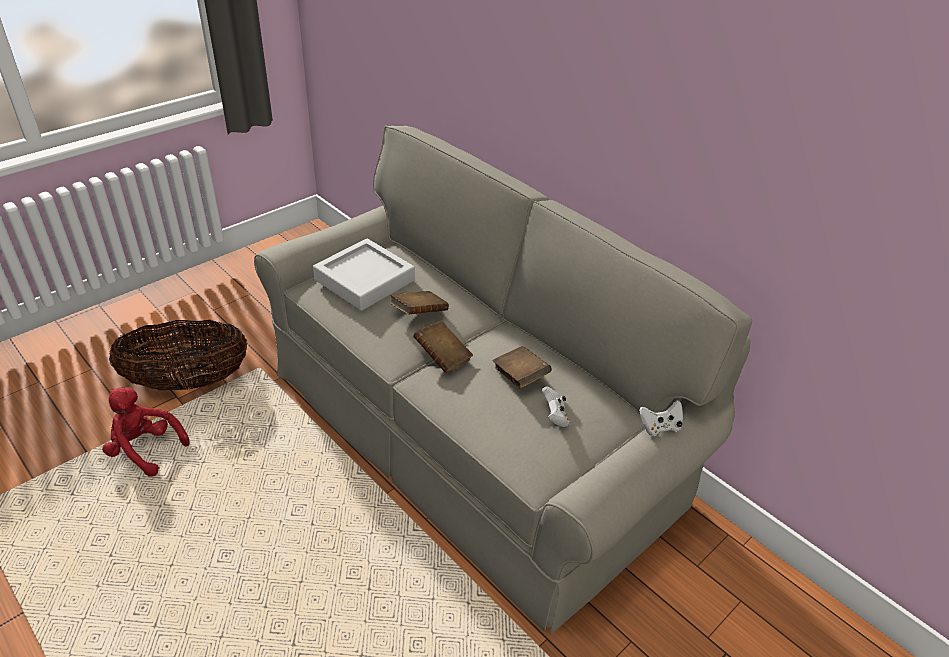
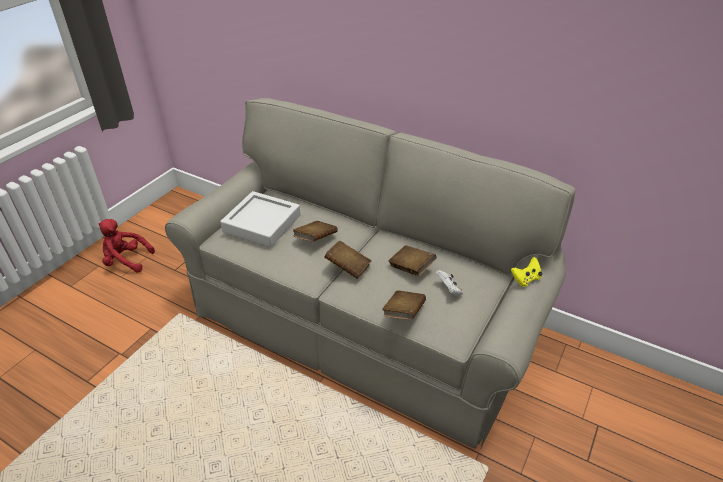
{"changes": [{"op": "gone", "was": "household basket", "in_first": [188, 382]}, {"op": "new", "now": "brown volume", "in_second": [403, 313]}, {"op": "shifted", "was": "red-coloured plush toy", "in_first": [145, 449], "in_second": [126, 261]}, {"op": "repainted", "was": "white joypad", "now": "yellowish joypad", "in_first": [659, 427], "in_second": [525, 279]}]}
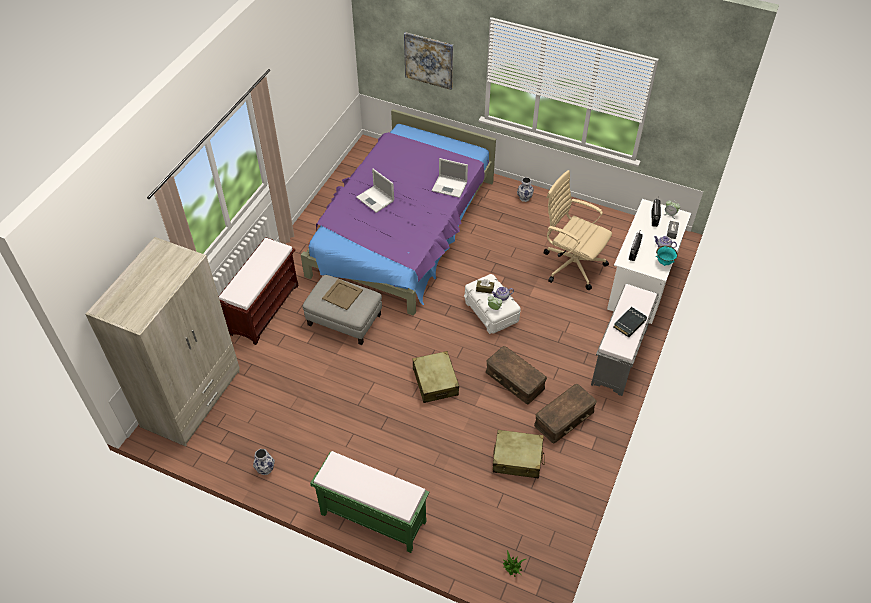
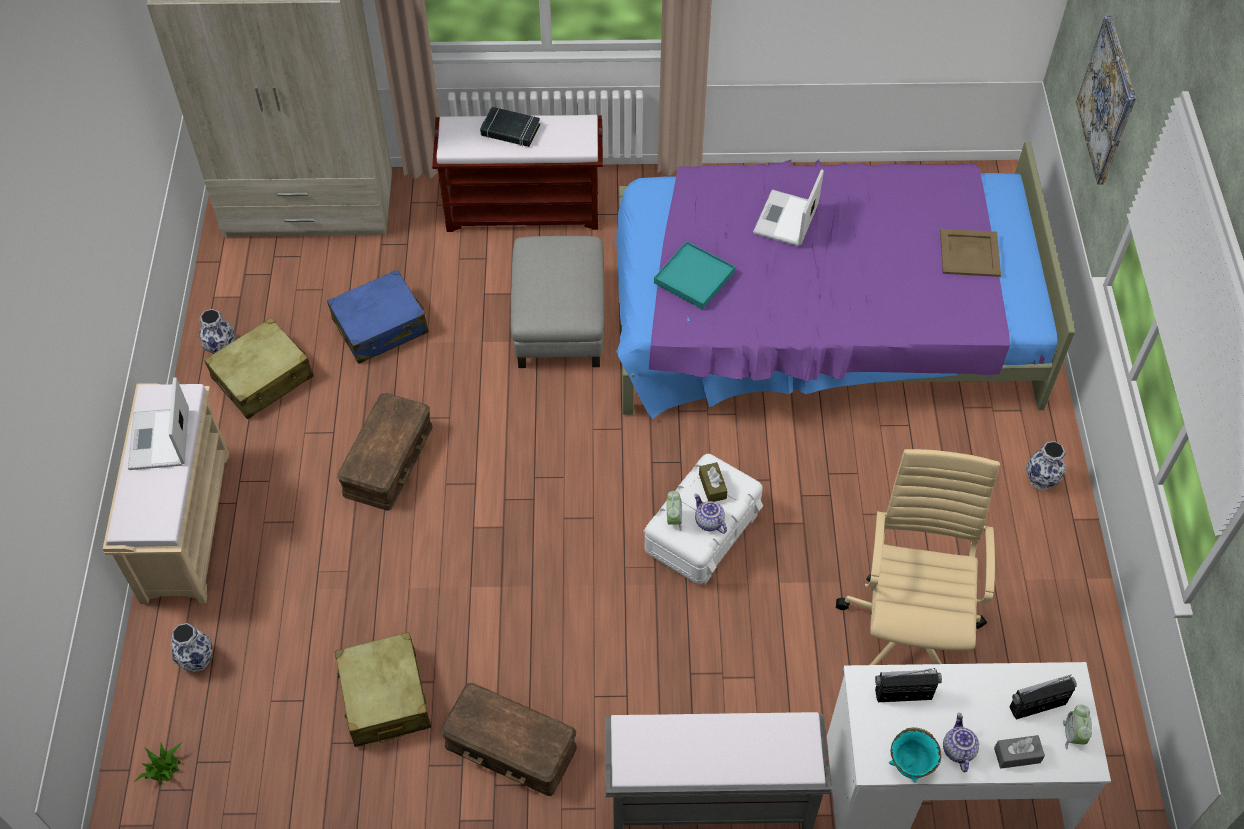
{"changes": [{"op": "new", "now": "vase", "in_second": [197, 659]}, {"op": "new", "now": "bluish travel case", "in_second": [380, 326]}, {"op": "new", "now": "blue-green serving tray", "in_second": [694, 277]}, {"op": "shifted", "was": "beige-coloured serving tray", "in_first": [342, 295], "in_second": [969, 253]}, {"op": "shifted", "was": "beige-coloured travel case", "in_first": [435, 381], "in_second": [263, 378]}, {"op": "shifted", "was": "laptop", "in_first": [450, 186], "in_second": [160, 440]}, {"op": "shifted", "was": "brown storage container", "in_first": [514, 380], "in_second": [387, 460]}, {"op": "shifted", "was": "black volume", "in_first": [630, 324], "in_second": [510, 130]}, {"op": "repainted", "was": "green-coloured bench", "now": "beige-coloured bench", "in_first": [372, 518], "in_second": [185, 524]}]}
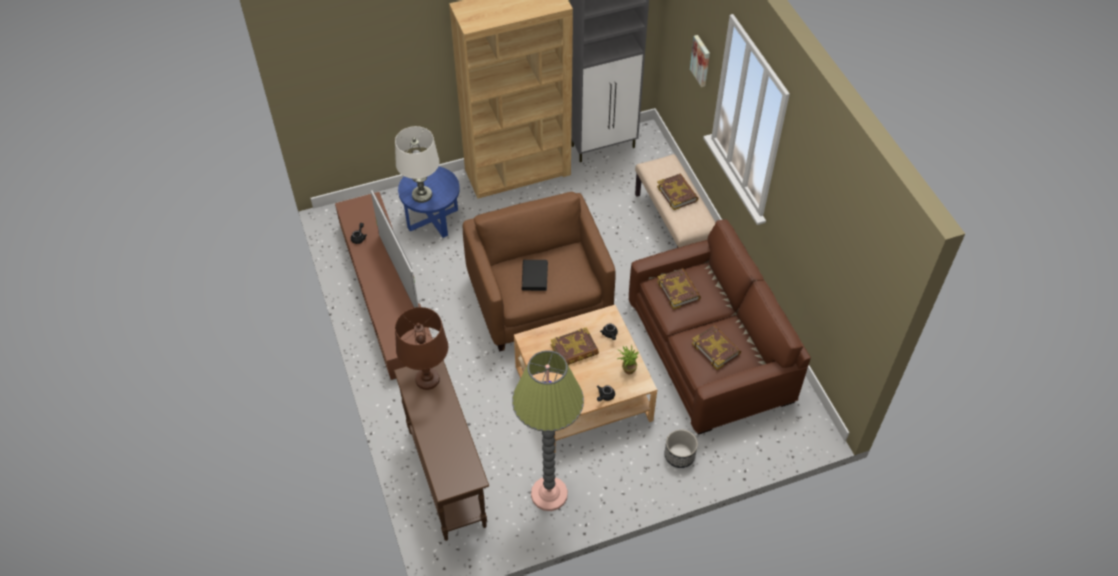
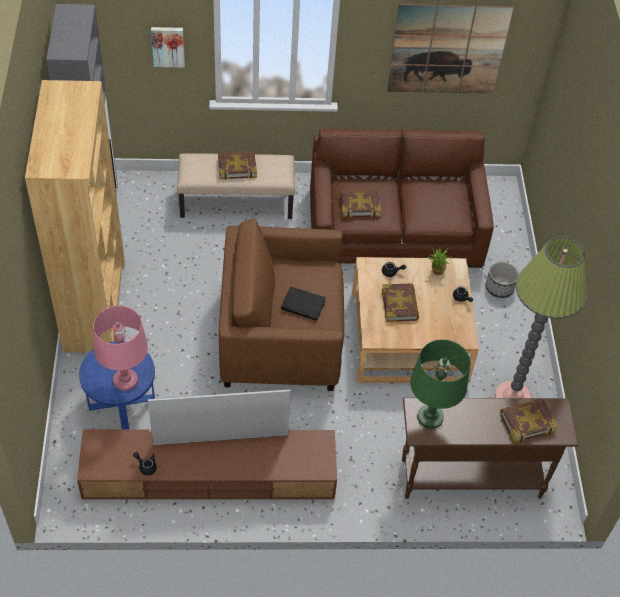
{"changes": [{"op": "new", "now": "wall art", "in_second": [447, 49]}, {"op": "shifted", "was": "volume", "in_first": [716, 349], "in_second": [527, 422]}, {"op": "repainted", "was": "white lamp for a table", "now": "pinkish lamp for a table", "in_first": [422, 195], "in_second": [125, 380]}, {"op": "repainted", "was": "brown lamp for a table", "now": "green-coloured lamp for a table", "in_first": [427, 379], "in_second": [430, 417]}]}
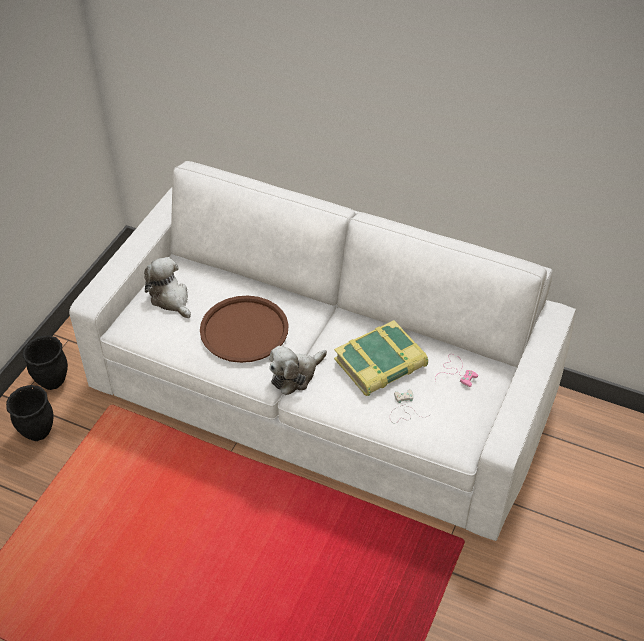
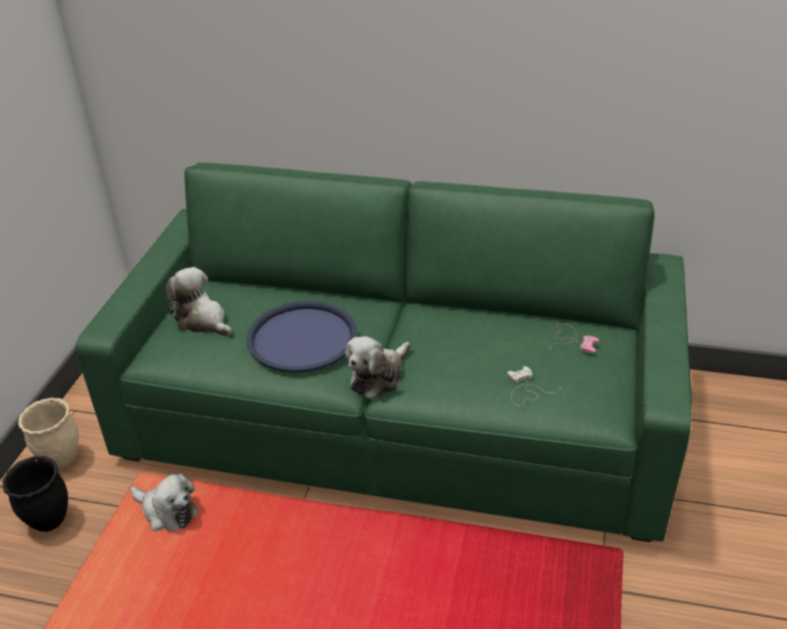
{"changes": [{"op": "gone", "was": "volume", "in_first": [381, 364]}, {"op": "new", "now": "plush toy", "in_second": [167, 512]}, {"op": "repainted", "was": "black planter", "now": "beige-coloured planter", "in_first": [52, 381], "in_second": [60, 458]}, {"op": "repainted", "was": "white sofa", "now": "green-coloured sofa", "in_first": [322, 392], "in_second": [398, 416]}, {"op": "repainted", "was": "brown serving tray", "now": "bluish serving tray", "in_first": [244, 330], "in_second": [302, 337]}]}
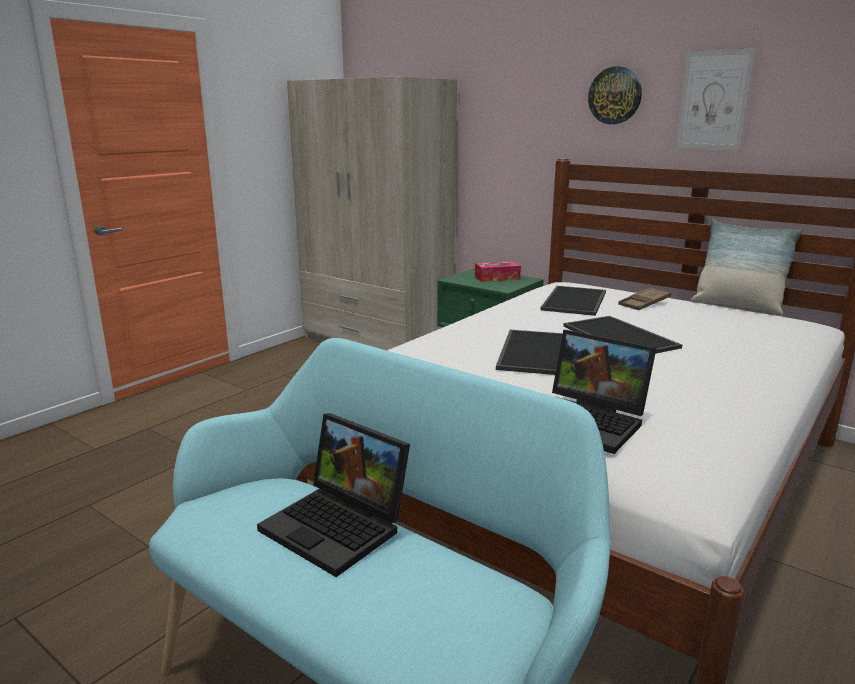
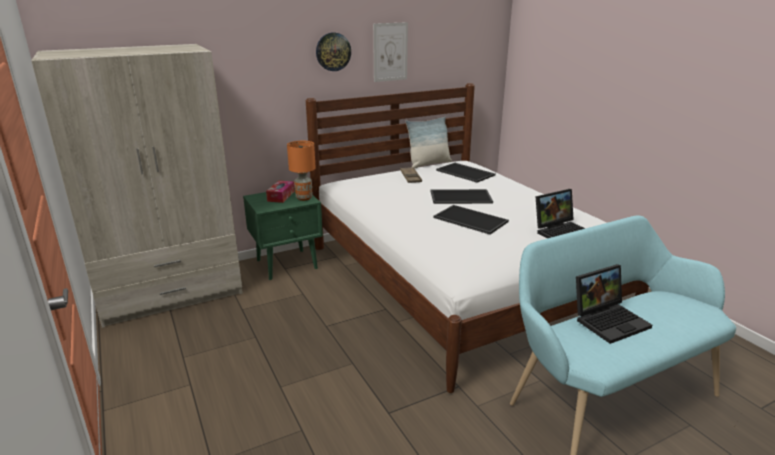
{"changes": [{"op": "new", "now": "orange-coloured lamp for a table", "in_second": [304, 198]}, {"op": "shifted", "was": "serving tray", "in_first": [575, 301], "in_second": [466, 172]}]}
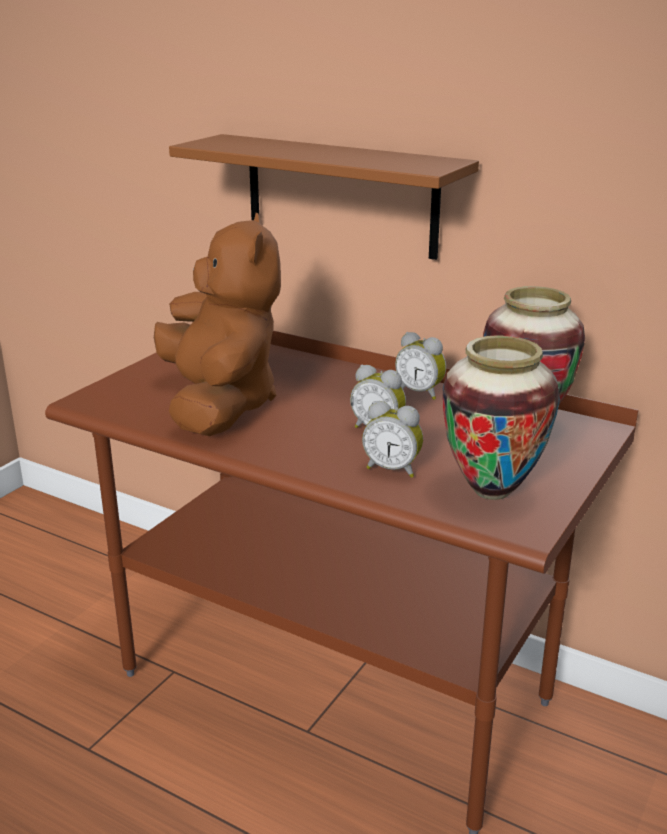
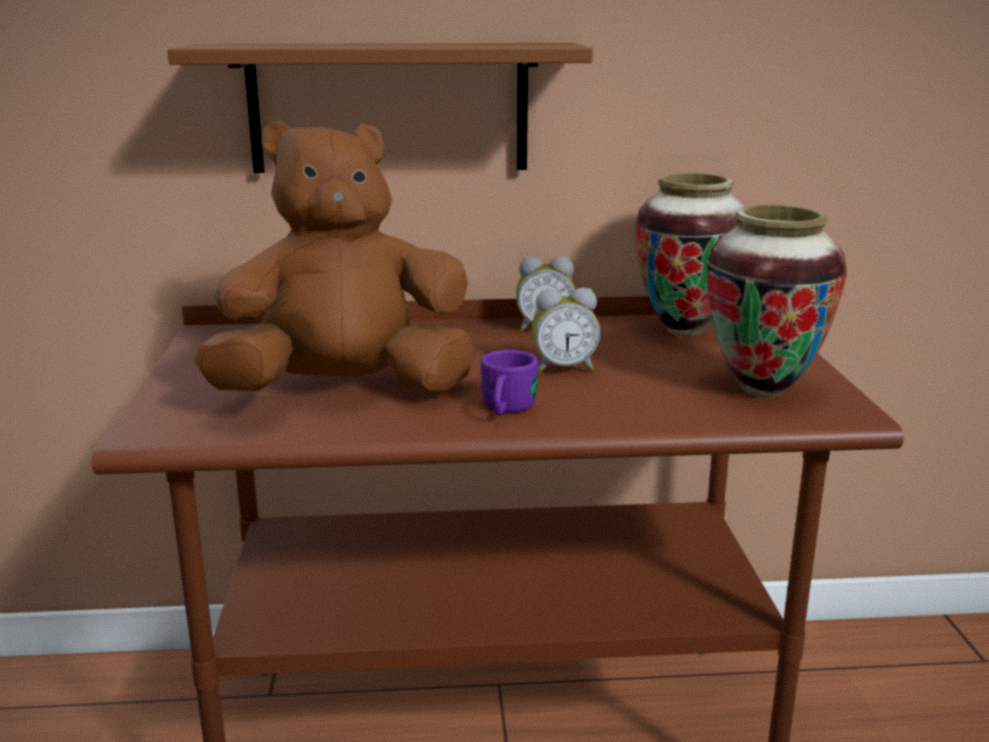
{"changes": [{"op": "gone", "was": "alarm clock", "in_first": [392, 469]}, {"op": "new", "now": "purple-coloured tea mug", "in_second": [506, 410]}, {"op": "rotated", "was": "brown plush toy", "in_first": [219, 405], "in_second": [345, 392], "clockwise": -60}]}
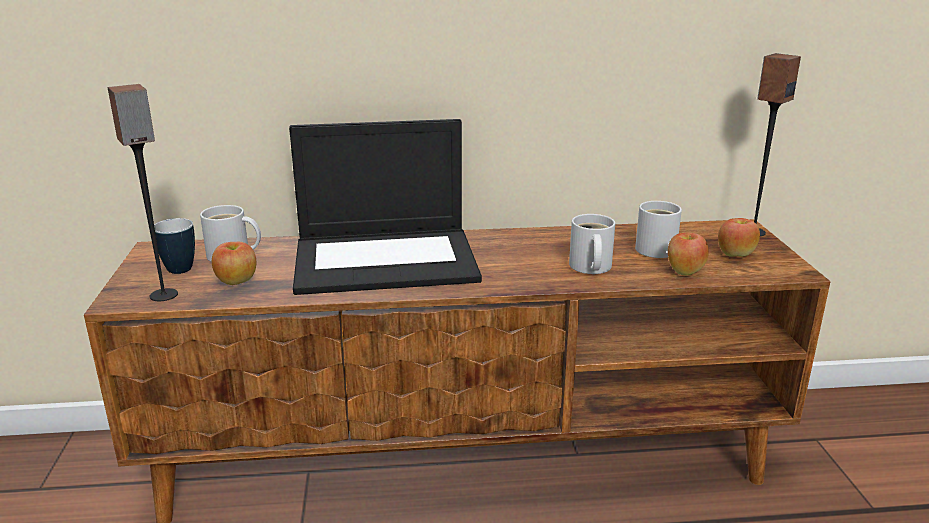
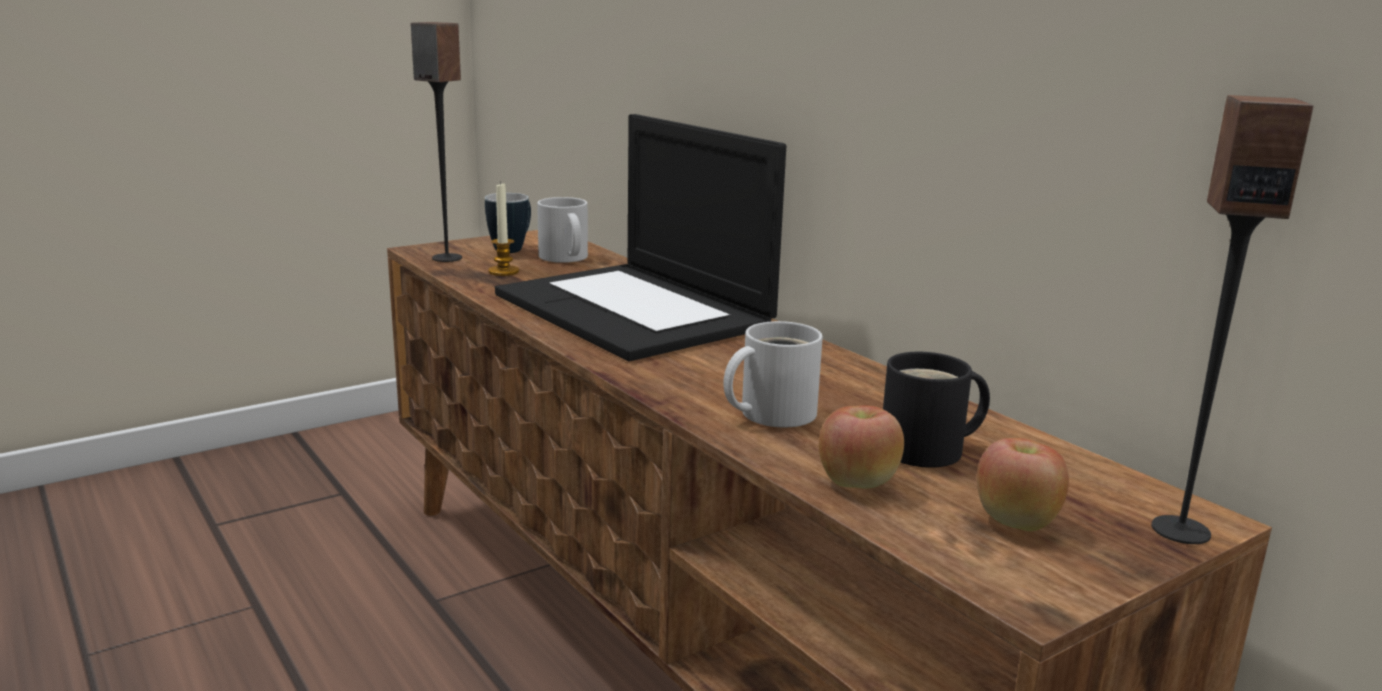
{"changes": [{"op": "swapped", "was": "whole apple", "now": "wax candle", "in_first": [237, 282], "in_second": [503, 271]}, {"op": "repainted", "was": "white tea mug", "now": "black tea mug", "in_first": [657, 248], "in_second": [929, 450]}]}
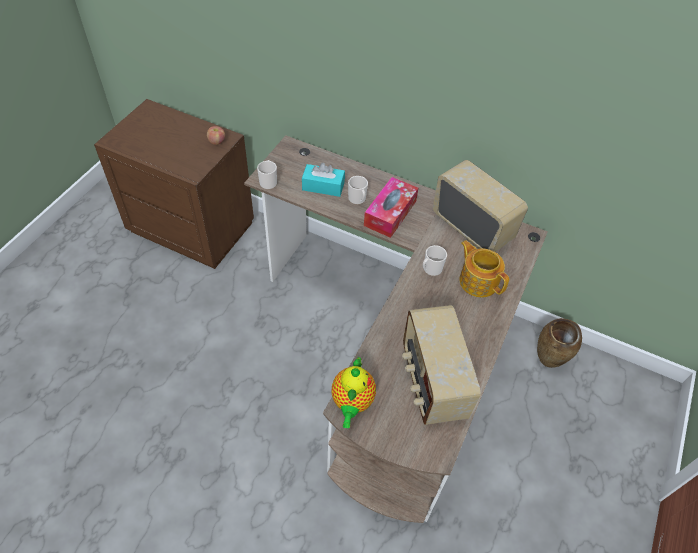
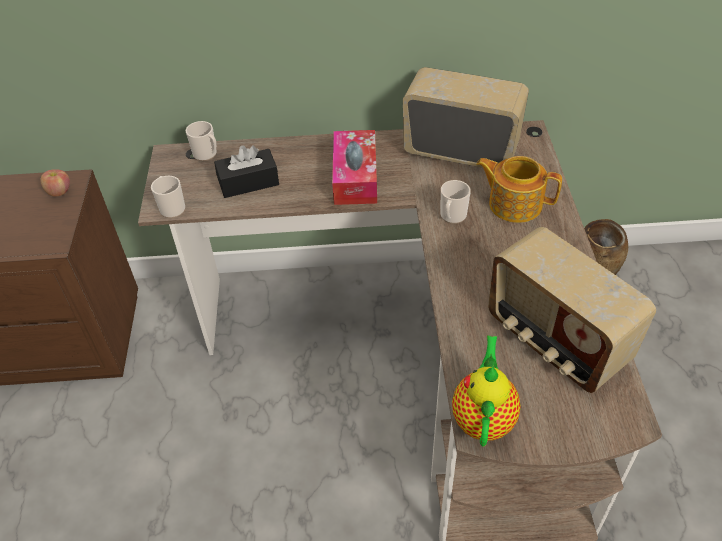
{"changes": [{"op": "shifted", "was": "tea mug", "in_first": [358, 200], "in_second": [207, 154]}, {"op": "repainted", "was": "blue-green box of tissues", "now": "black box of tissues", "in_first": [323, 186], "in_second": [248, 182]}, {"op": "rotated", "was": "pot for tea", "in_first": [352, 402], "in_second": [483, 417], "clockwise": -150}]}
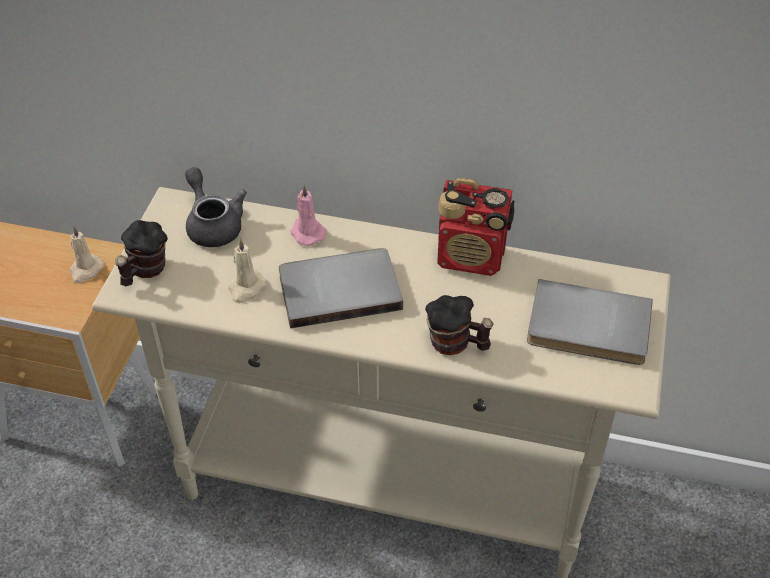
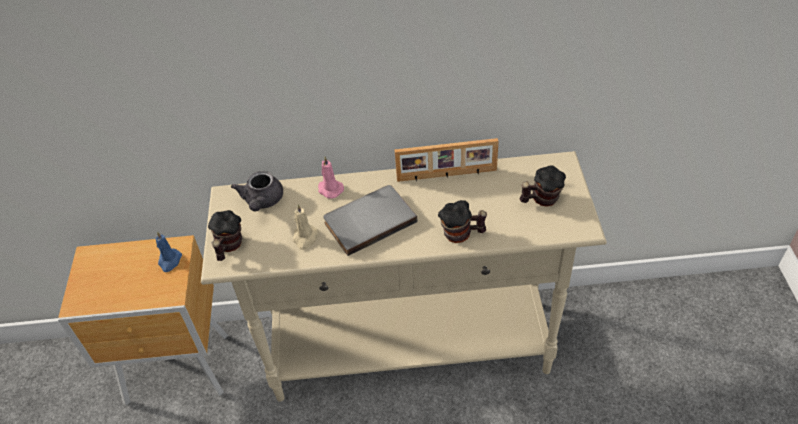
{"changes": [{"op": "swapped", "was": "radio set", "now": "photo frame", "in_first": [471, 258], "in_second": [447, 175]}, {"op": "swapped", "was": "greyish volume", "now": "tea mug", "in_first": [588, 328], "in_second": [540, 200]}, {"op": "repainted", "was": "beige-coloured wax candle", "now": "bluish wax candle", "in_first": [86, 270], "in_second": [170, 261]}, {"op": "rotated", "was": "greyish pot for tea", "in_first": [213, 224], "in_second": [262, 201], "clockwise": -135}]}
